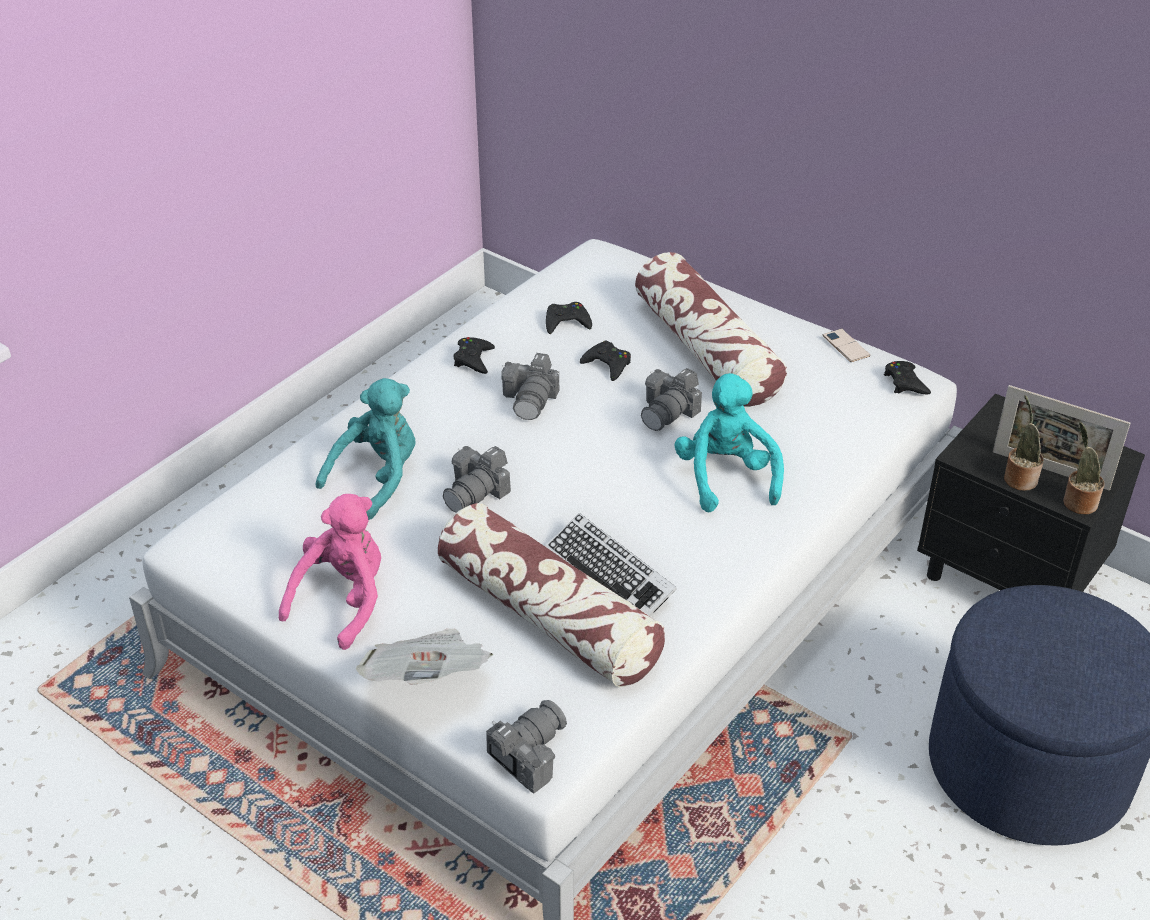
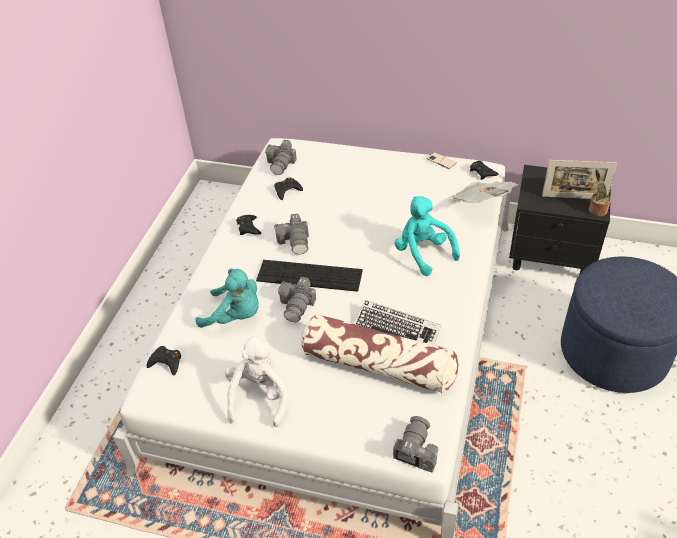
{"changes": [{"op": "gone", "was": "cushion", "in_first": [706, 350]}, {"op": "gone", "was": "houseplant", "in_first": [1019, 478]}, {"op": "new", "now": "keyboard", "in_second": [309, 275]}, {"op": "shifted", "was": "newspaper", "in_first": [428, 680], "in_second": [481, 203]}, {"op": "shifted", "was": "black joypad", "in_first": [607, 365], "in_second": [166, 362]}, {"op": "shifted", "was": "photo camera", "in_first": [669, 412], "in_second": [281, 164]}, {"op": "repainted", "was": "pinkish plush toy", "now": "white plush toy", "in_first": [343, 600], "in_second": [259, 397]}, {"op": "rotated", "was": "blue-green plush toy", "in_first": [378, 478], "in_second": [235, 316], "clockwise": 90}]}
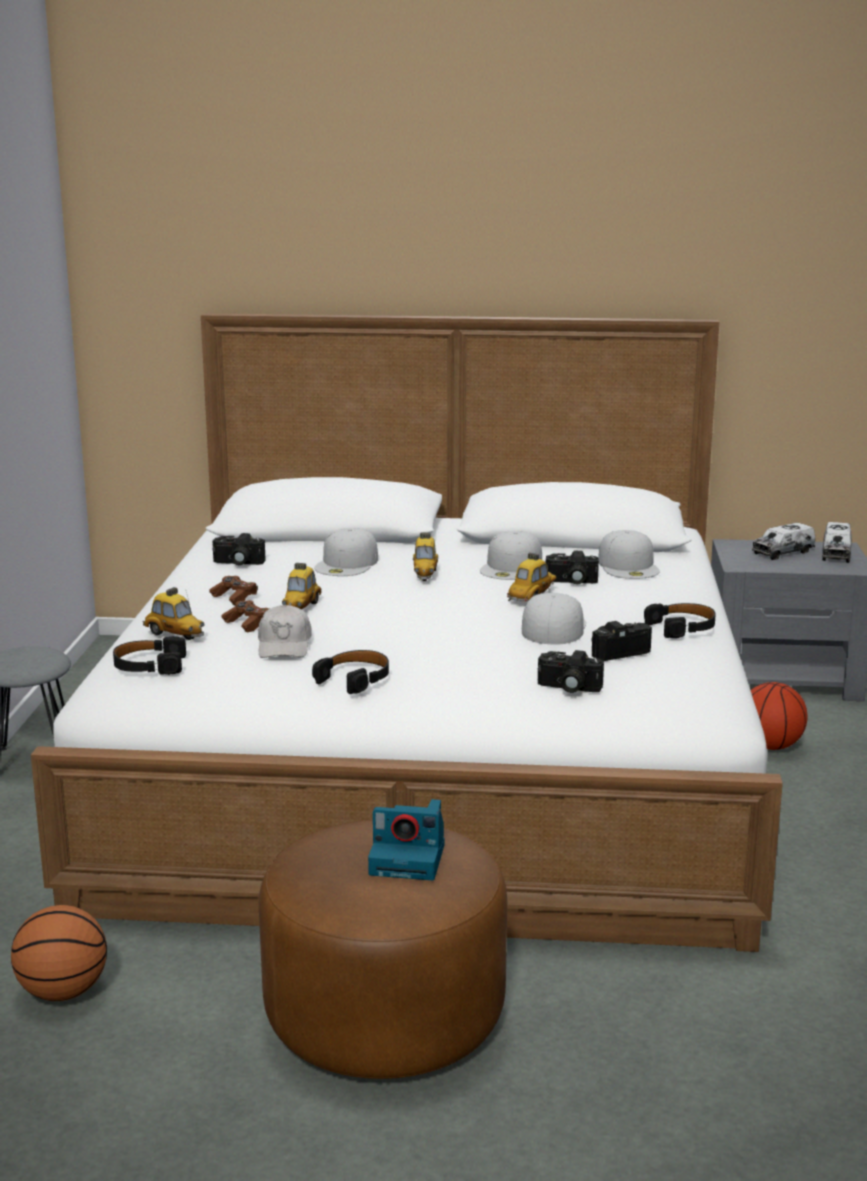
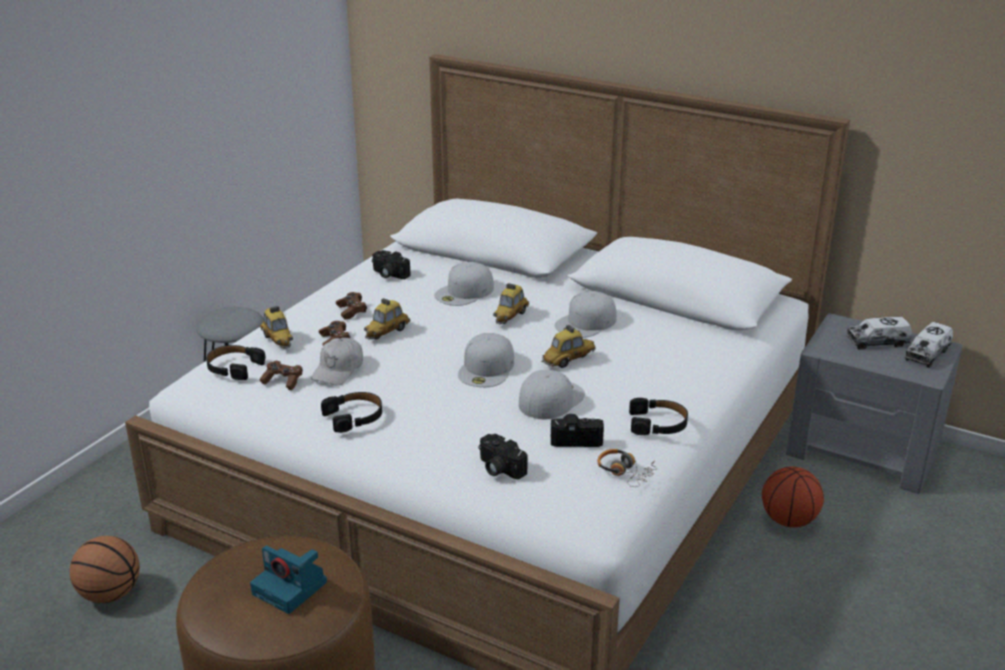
{"changes": [{"op": "gone", "was": "photo camera", "in_first": [571, 582]}, {"op": "new", "now": "brown joypad", "in_second": [282, 381]}, {"op": "new", "now": "pair of headphones", "in_second": [625, 472]}, {"op": "shifted", "was": "white peaked cap", "in_first": [629, 566], "in_second": [487, 368]}]}
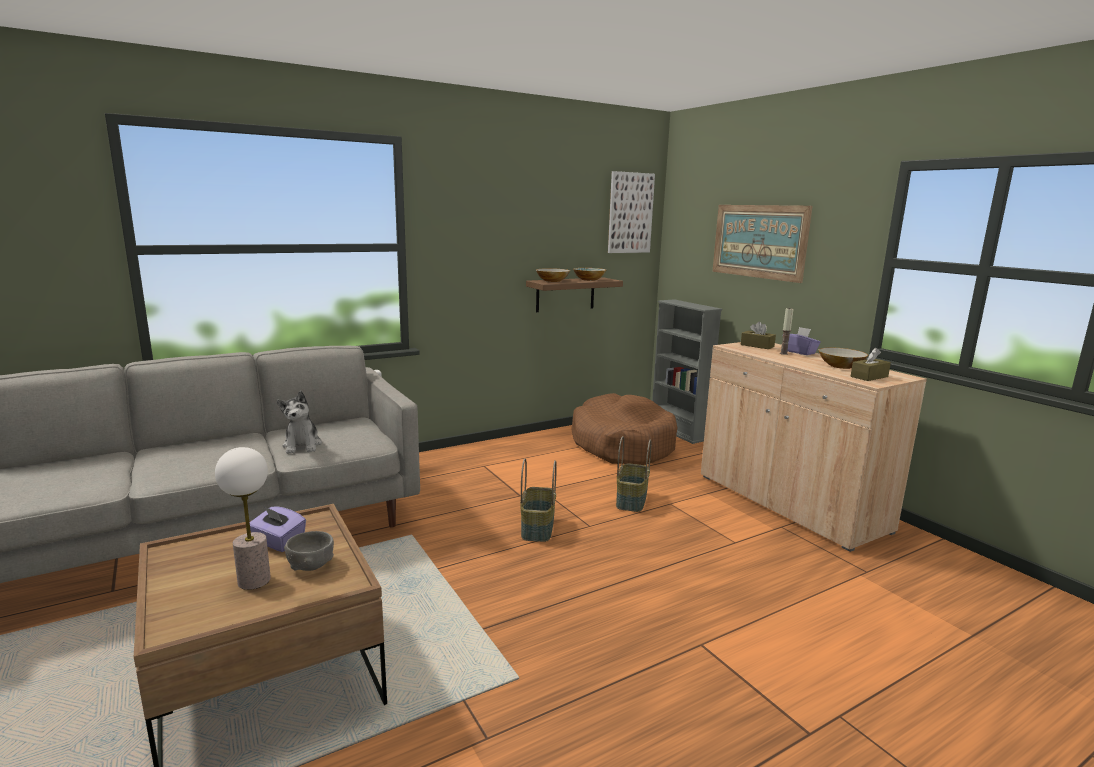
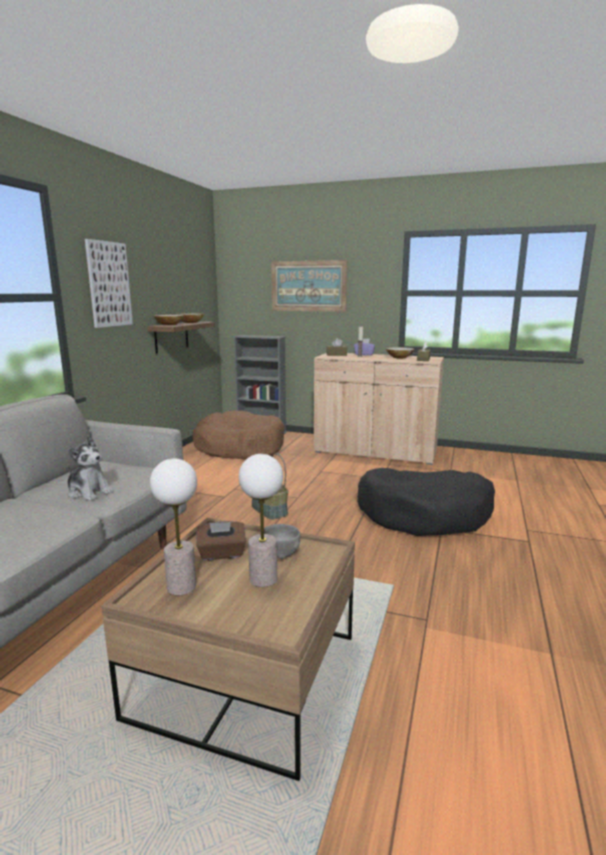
{"changes": [{"op": "gone", "was": "household basket", "in_first": [632, 500]}, {"op": "new", "now": "lamp for a table", "in_second": [181, 586]}, {"op": "new", "now": "black pet bed", "in_second": [424, 515]}, {"op": "shifted", "was": "wall art", "in_first": [630, 213], "in_second": [109, 284]}, {"op": "repainted", "was": "purple-coloured box of tissues", "now": "brown box of tissues", "in_first": [278, 542], "in_second": [221, 554]}]}
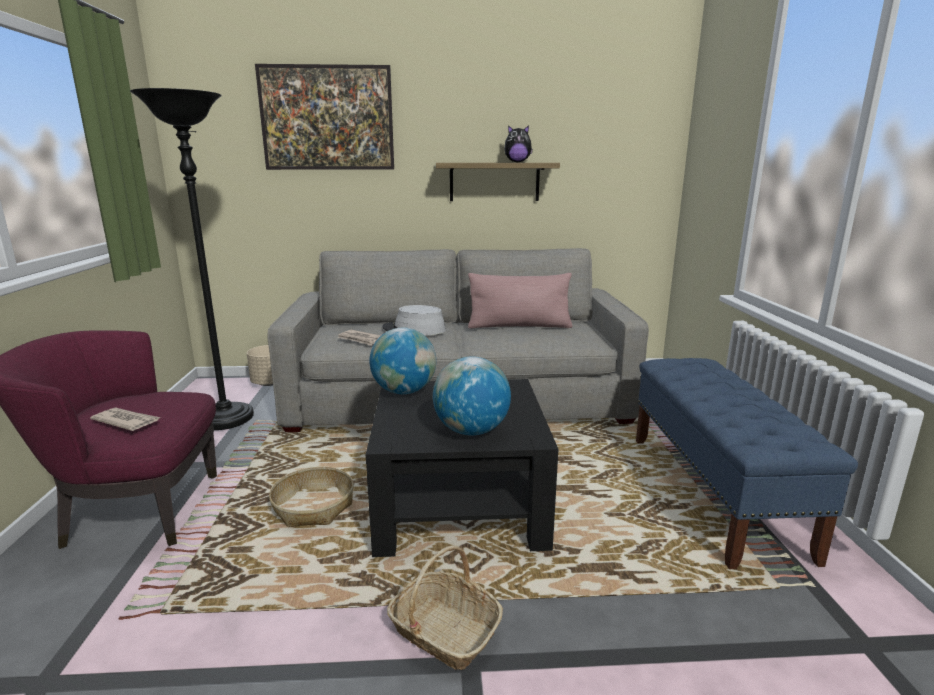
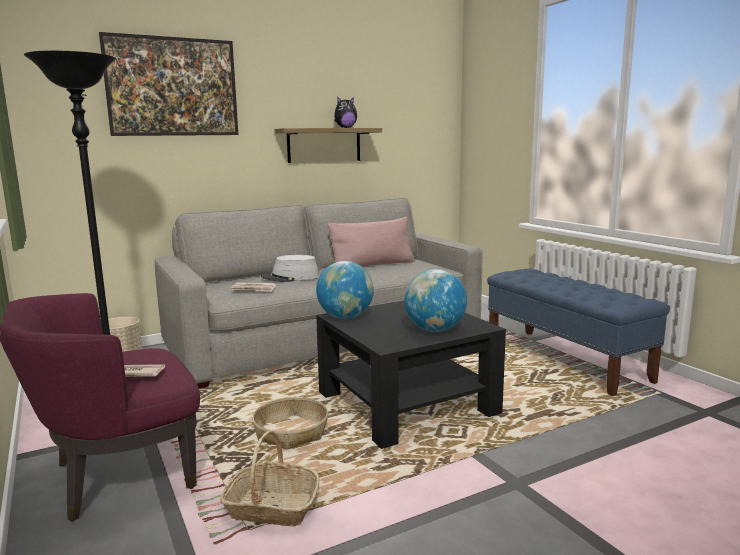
{"changes": [{"op": "shifted", "was": "household basket", "in_first": [444, 631], "in_second": [271, 507]}]}
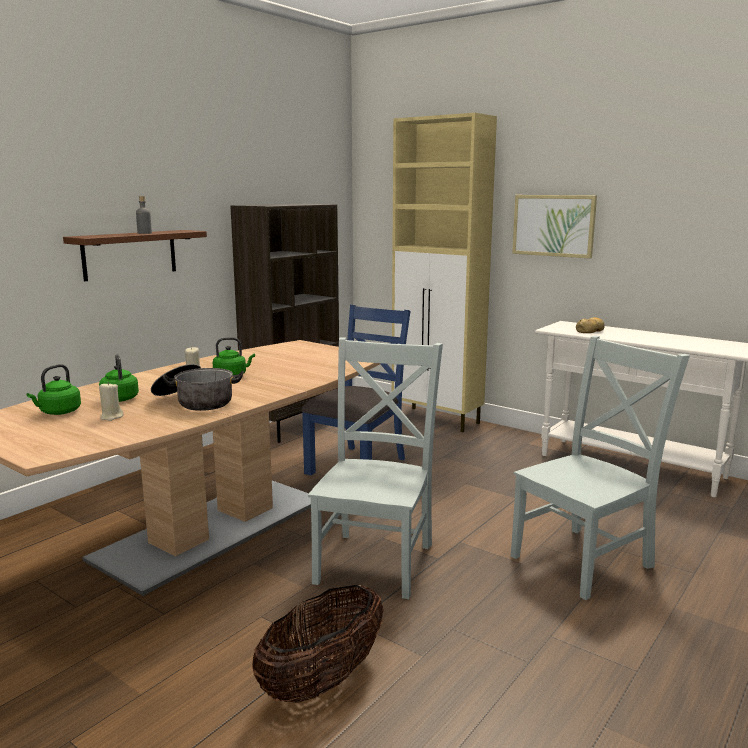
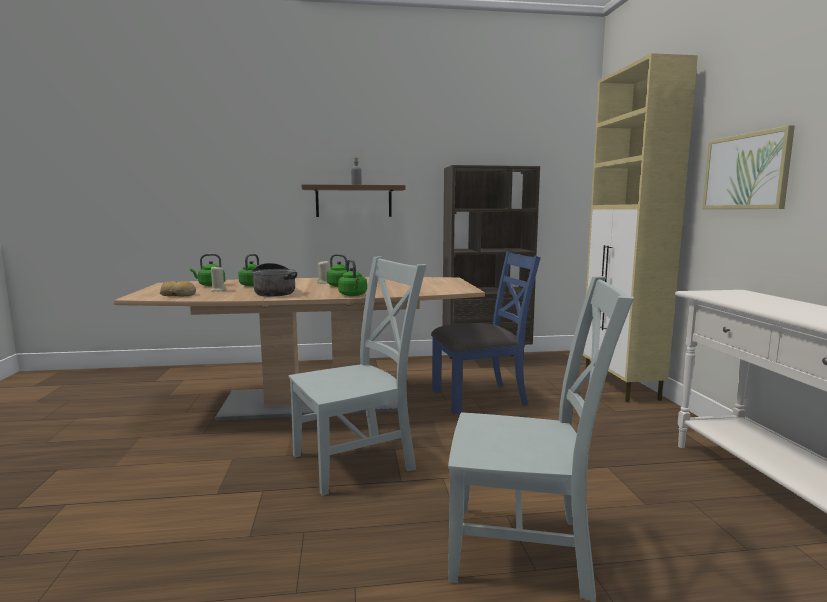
{"changes": [{"op": "gone", "was": "household basket", "in_first": [322, 681]}, {"op": "new", "now": "green-coloured kettle", "in_second": [353, 295]}, {"op": "shifted", "was": "bakery bread", "in_first": [590, 331], "in_second": [178, 295]}]}
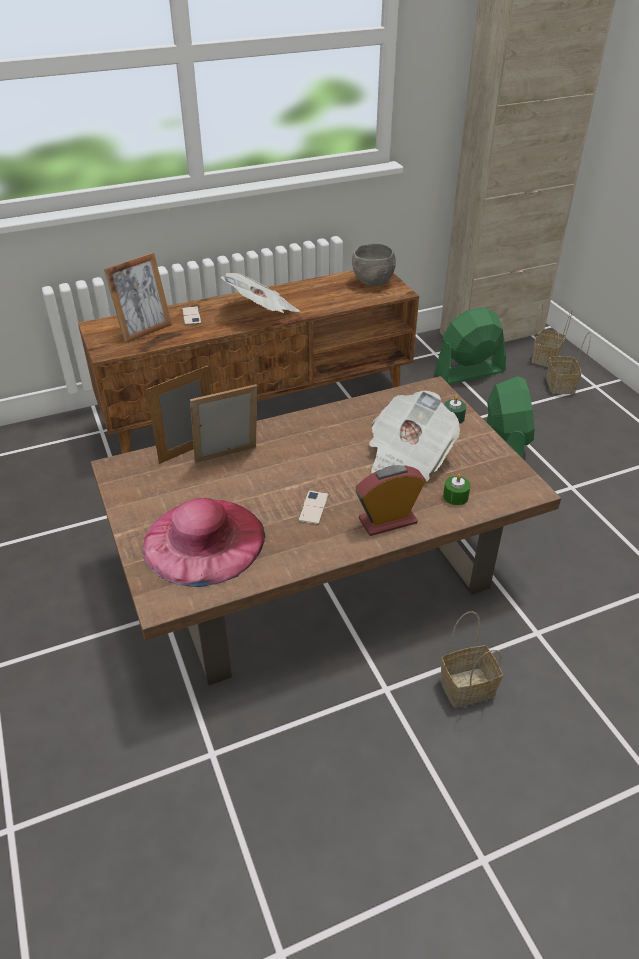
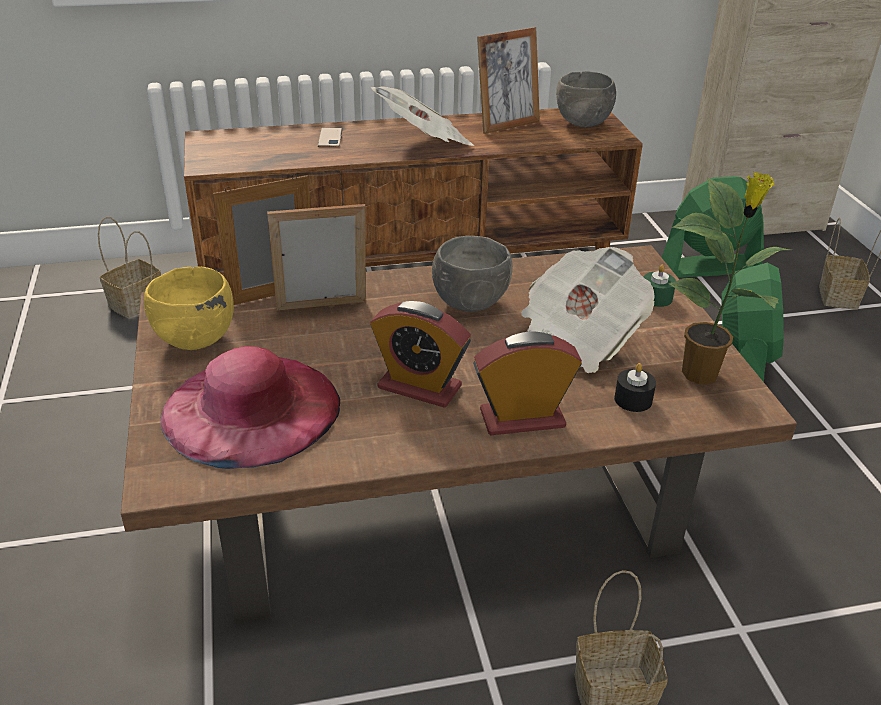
{"changes": [{"op": "new", "now": "yellowish bowl", "in_second": [194, 339]}, {"op": "new", "now": "greyish bowl", "in_second": [469, 303]}, {"op": "new", "now": "houseplant", "in_second": [702, 374]}, {"op": "shifted", "was": "photo frame", "in_first": [144, 331], "in_second": [506, 124]}, {"op": "shifted", "was": "household basket", "in_first": [545, 358], "in_second": [136, 302]}, {"op": "swapped", "was": "phone", "now": "alarm clock", "in_first": [313, 507], "in_second": [419, 387]}, {"op": "repainted", "was": "green-coloured wax candle", "now": "black wax candle", "in_first": [455, 496], "in_second": [633, 400]}]}
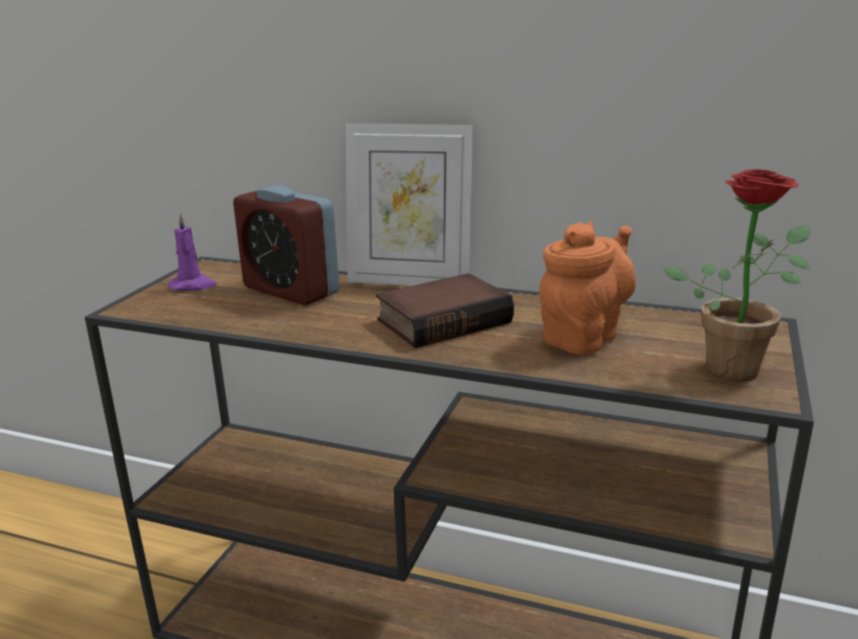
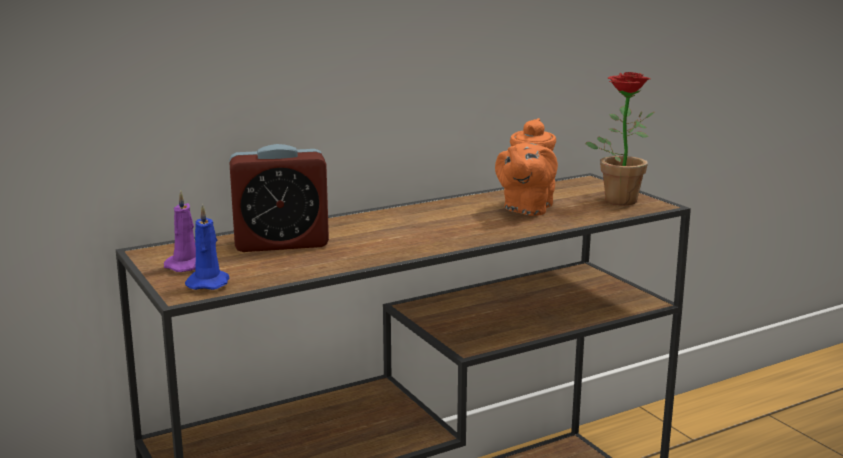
{"changes": [{"op": "gone", "was": "photo frame", "in_first": [410, 281]}, {"op": "gone", "was": "volume", "in_first": [444, 319]}, {"op": "new", "now": "bluish wax candle", "in_second": [208, 283]}, {"op": "rotated", "was": "orange-coloured pot for tea", "in_first": [584, 336], "in_second": [526, 209], "clockwise": -150}]}
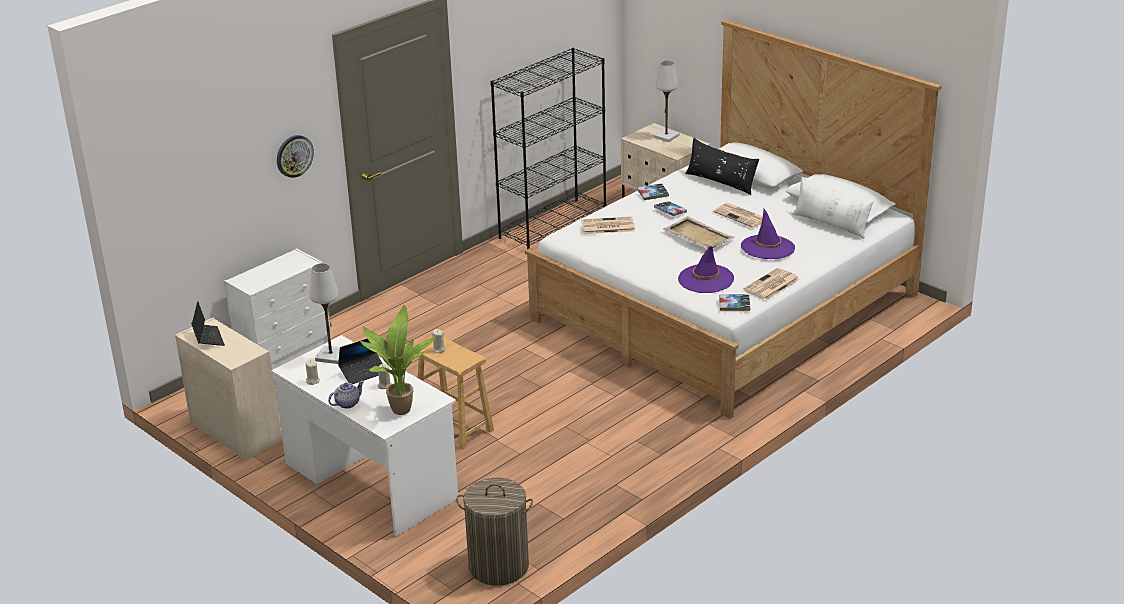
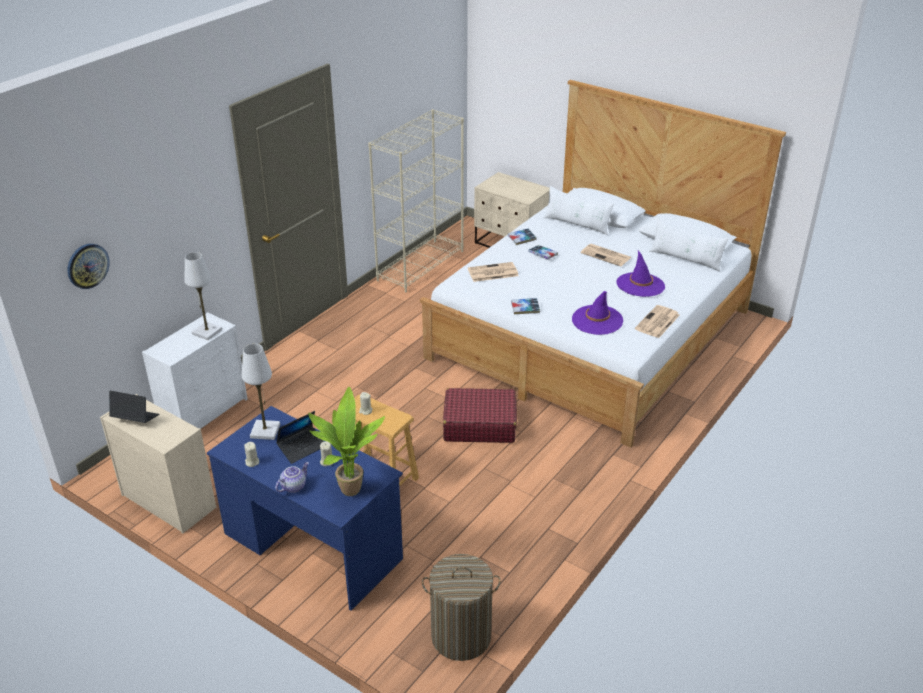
{"changes": [{"op": "gone", "was": "beige-coloured serving tray", "in_first": [698, 235]}, {"op": "new", "now": "red-coloured travel case", "in_second": [479, 425]}, {"op": "shifted", "was": "wall clock", "in_first": [294, 156], "in_second": [87, 265]}, {"op": "shifted", "was": "white lamp for a table", "in_first": [666, 136], "in_second": [207, 332]}, {"op": "shifted", "was": "volume", "in_first": [734, 305], "in_second": [525, 308]}, {"op": "repainted", "was": "white desk", "now": "bluish desk", "in_first": [370, 481], "in_second": [312, 546]}, {"op": "repainted", "was": "black bookcase", "now": "beige-coloured bookcase", "in_first": [553, 225], "in_second": [421, 265]}, {"op": "repainted", "was": "black cushion", "now": "white cushion", "in_first": [720, 182], "in_second": [576, 224]}, {"op": "rotated", "was": "laptop", "in_first": [208, 338], "in_second": [135, 419], "clockwise": -45}]}
